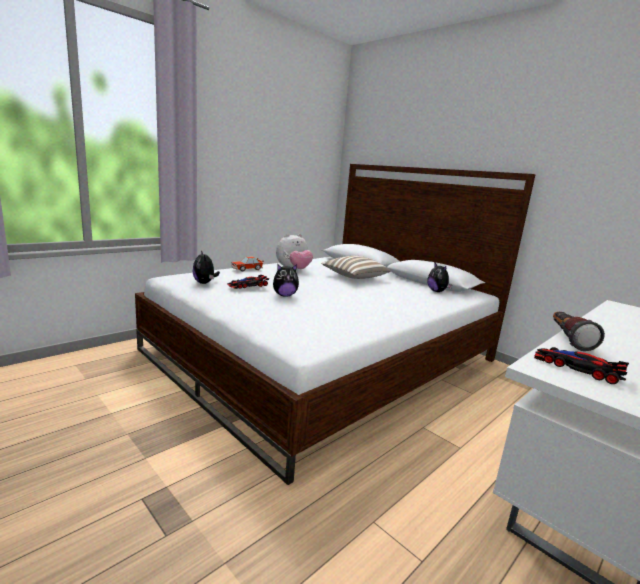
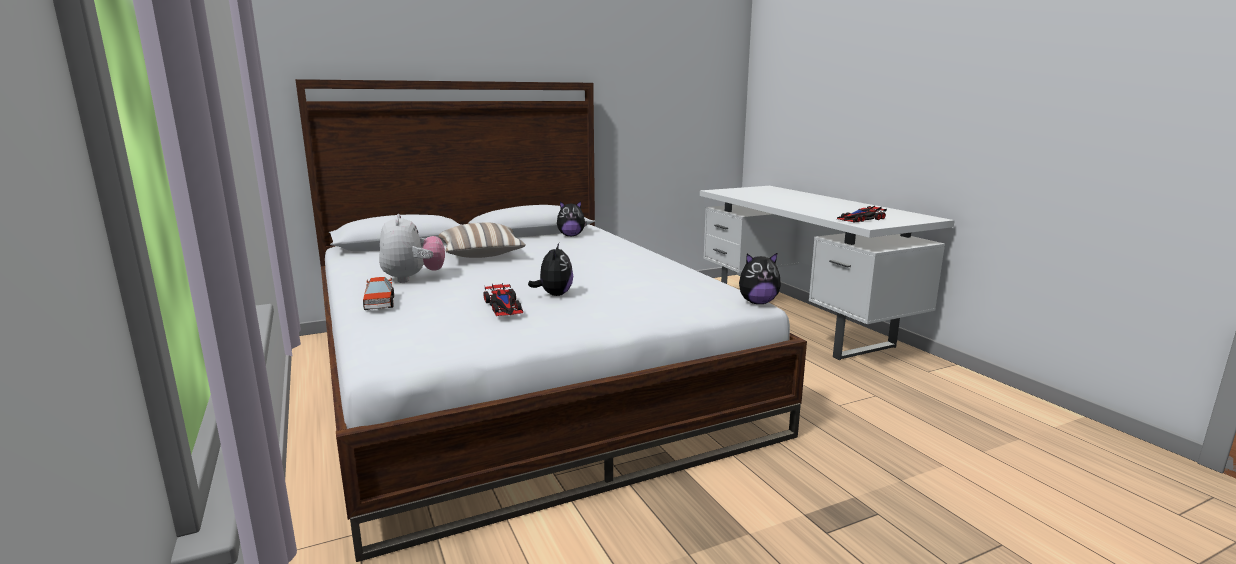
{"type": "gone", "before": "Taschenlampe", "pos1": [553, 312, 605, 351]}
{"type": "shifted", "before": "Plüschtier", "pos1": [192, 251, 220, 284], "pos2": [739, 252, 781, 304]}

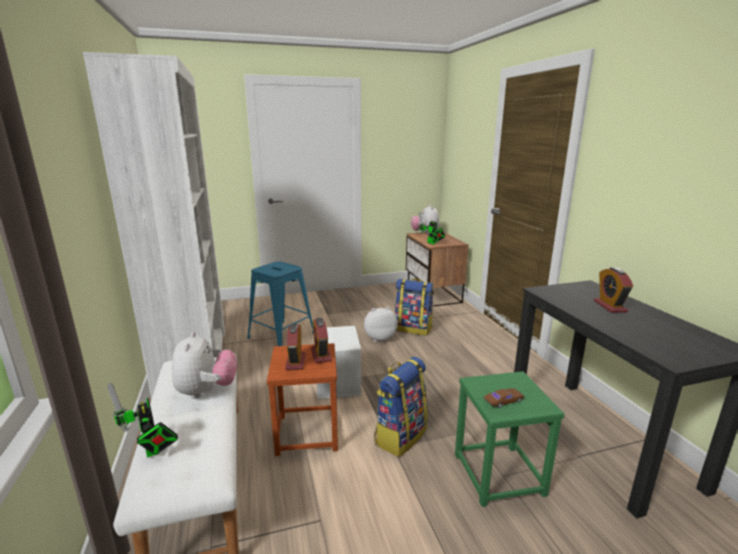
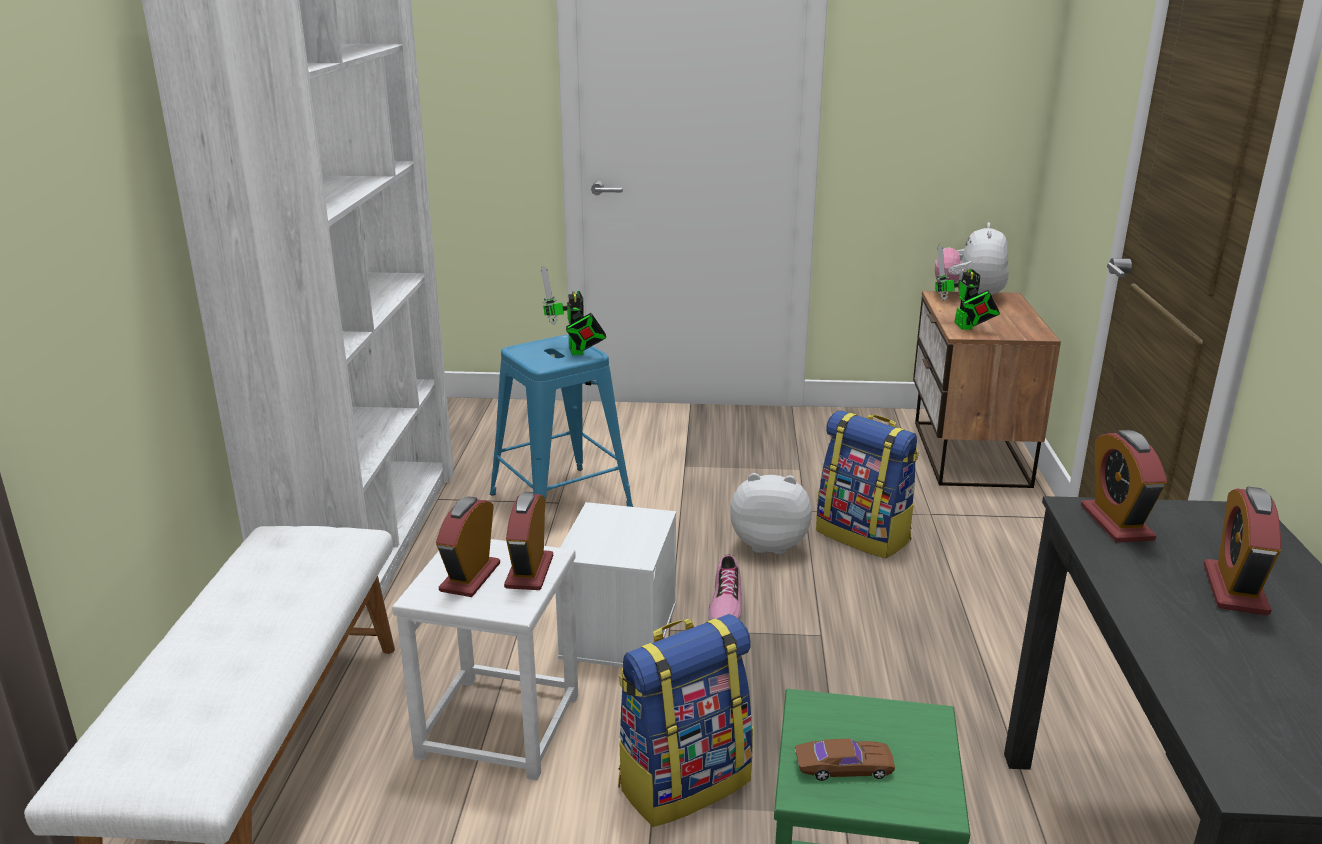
{"type": "gone", "before": "Plüschtier", "pos1": [172, 332, 237, 399]}
{"type": "new", "after": "Schuh", "pos2": [708, 554, 742, 620]}
{"type": "new", "after": "Wecker", "pos2": [1081, 430, 1167, 542]}
{"type": "shifted", "before": "Spielzeugroboter", "pos1": [107, 383, 178, 458], "pos2": [541, 265, 606, 355]}
{"type": "repainted", "before": "Hocker/braun", "after": "Hocker/weiß", "pos1": [267, 343, 338, 456], "pos2": [392, 539, 578, 781]}

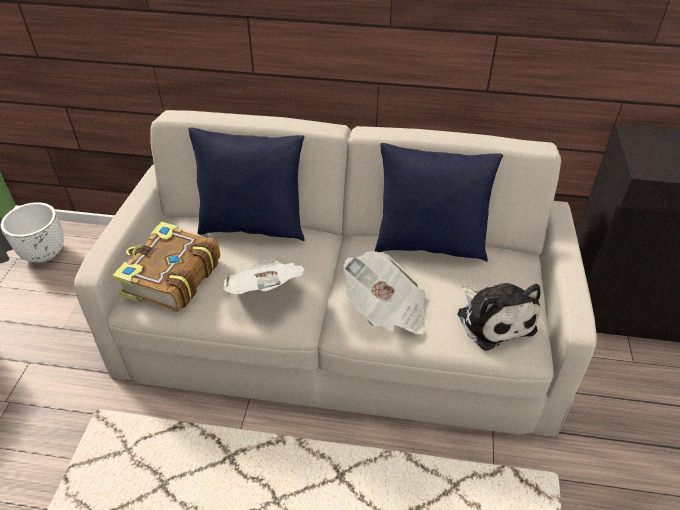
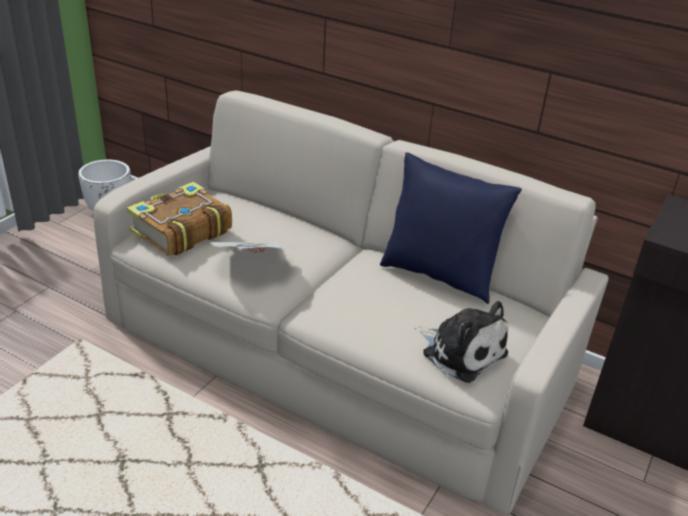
{"type": "gone", "before": "Kissen/blau", "pos1": [188, 127, 304, 241]}
{"type": "gone", "before": "Zeitung", "pos1": [343, 251, 425, 335]}
{"type": "rotated", "before": "Plüschtier", "pos1": [458, 283, 540, 351], "pos2": [414, 301, 508, 383], "turn": -45}

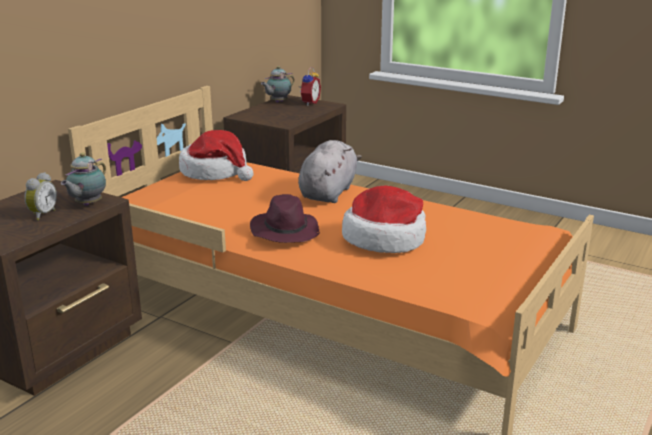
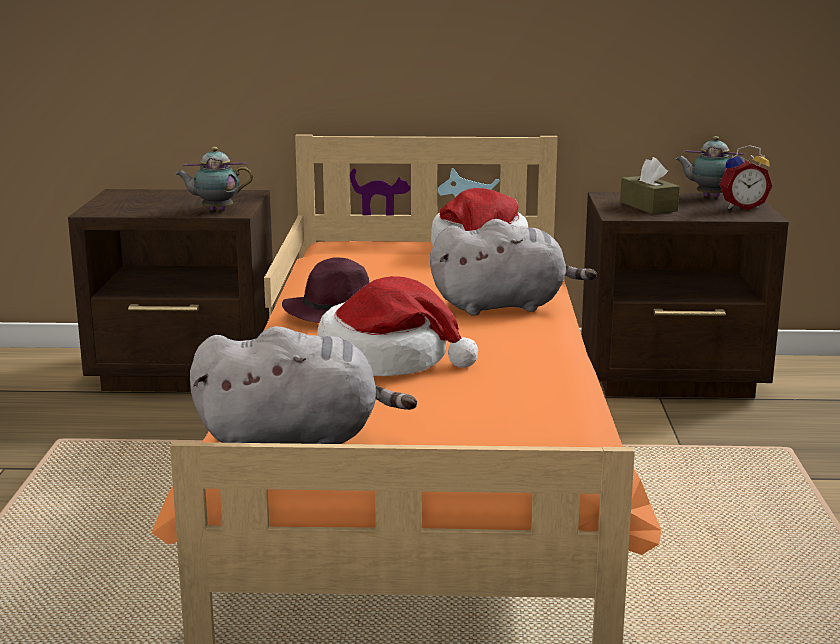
{"type": "gone", "before": "Wecker", "pos1": [24, 172, 57, 220]}
{"type": "new", "after": "Plüschtier/grau", "pos2": [190, 326, 417, 444]}
{"type": "new", "after": "Taschentuchbox/braun", "pos2": [620, 157, 680, 214]}

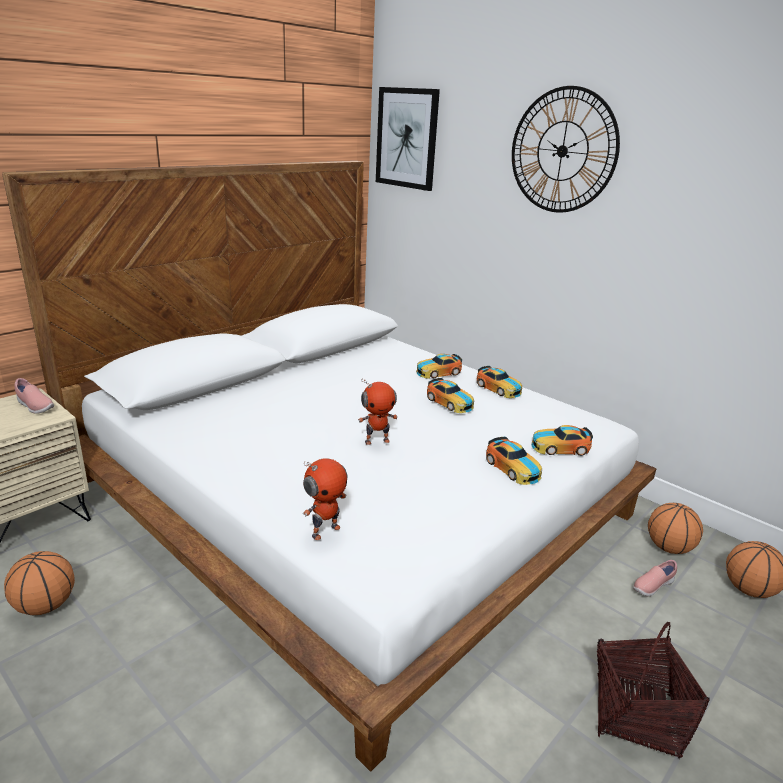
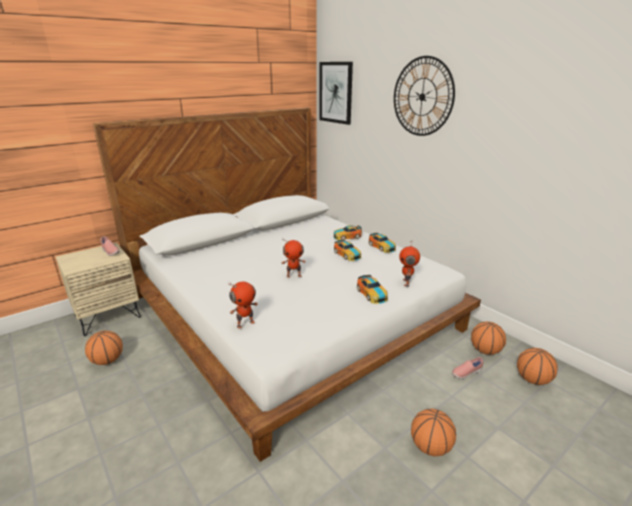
{"type": "swapped", "before": "Spielzeugauto", "after": "Spielzeugroboter", "pos1": [531, 425, 593, 456], "pos2": [399, 240, 420, 287]}
{"type": "swapped", "before": "Korb", "after": "Basketball", "pos1": [597, 622, 710, 759], "pos2": [411, 408, 456, 457]}

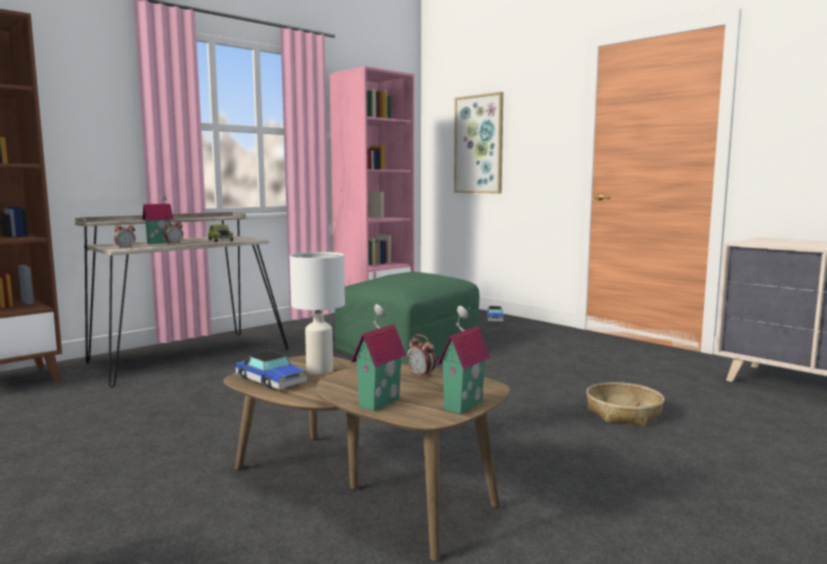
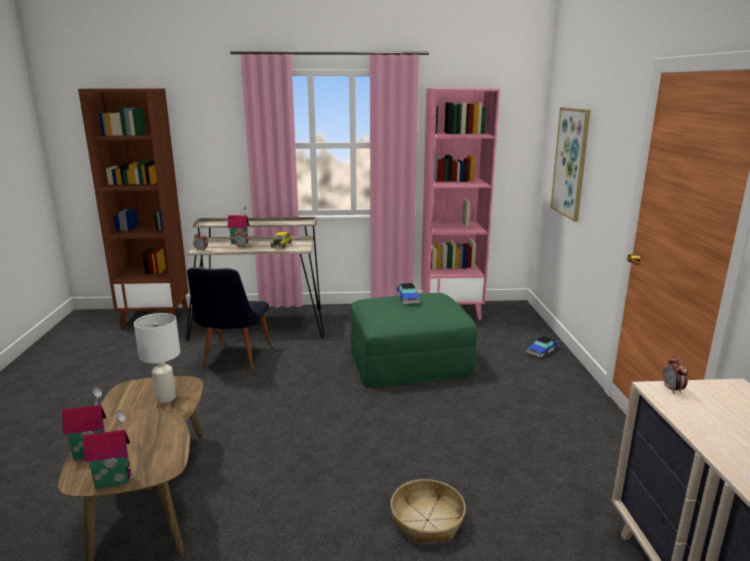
{"type": "new", "after": "Stuhl/schwarz", "pos2": [187, 267, 271, 370]}
{"type": "shifted", "before": "Spielzeugauto", "pos1": [236, 351, 307, 389], "pos2": [397, 283, 420, 304]}
{"type": "shifted", "before": "Wecker", "pos1": [407, 334, 436, 379], "pos2": [663, 356, 688, 394]}

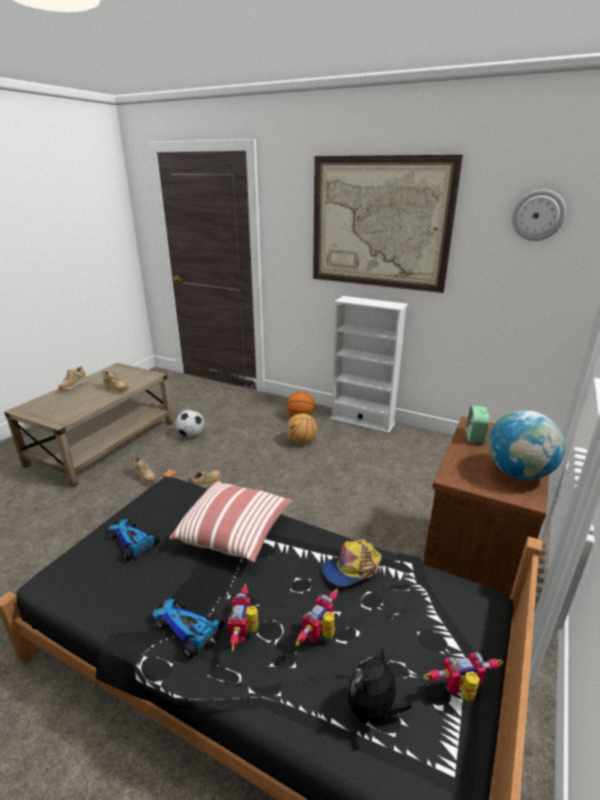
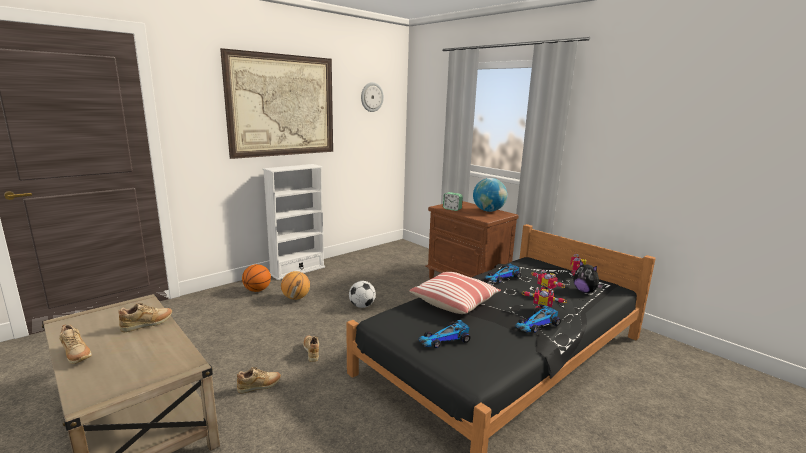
{"type": "shifted", "before": "Fußball", "pos1": [176, 410, 204, 437], "pos2": [349, 281, 376, 308]}
{"type": "swapped", "before": "Kappe", "after": "Spielzeugauto", "pos1": [322, 539, 382, 586], "pos2": [484, 263, 521, 283]}

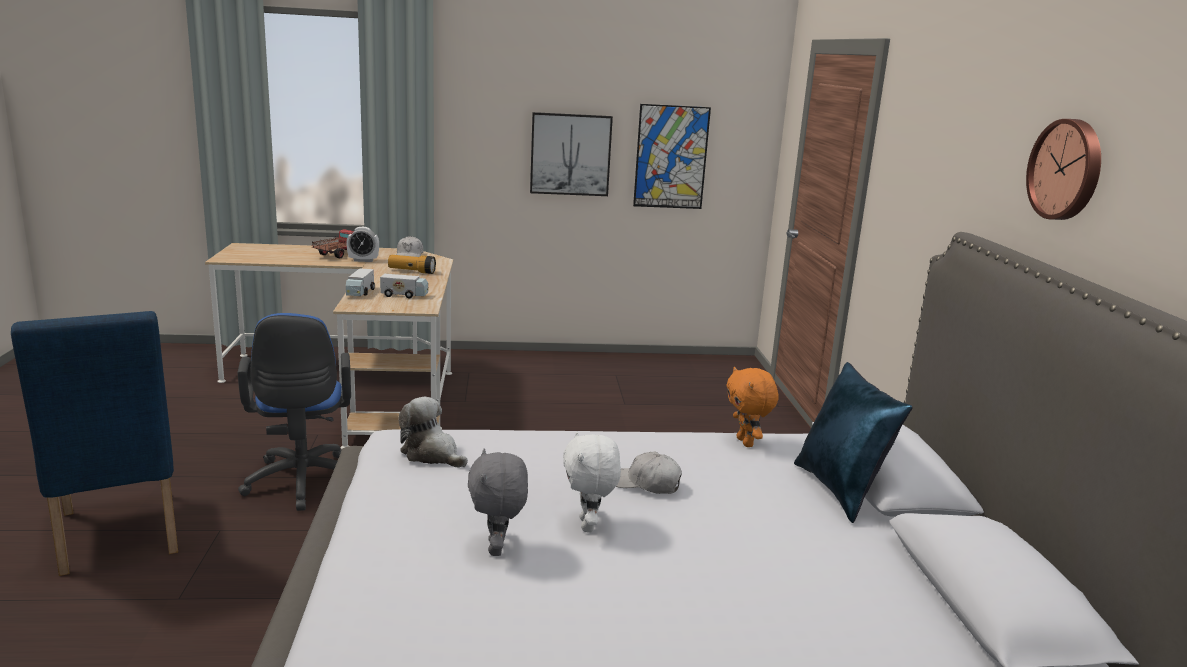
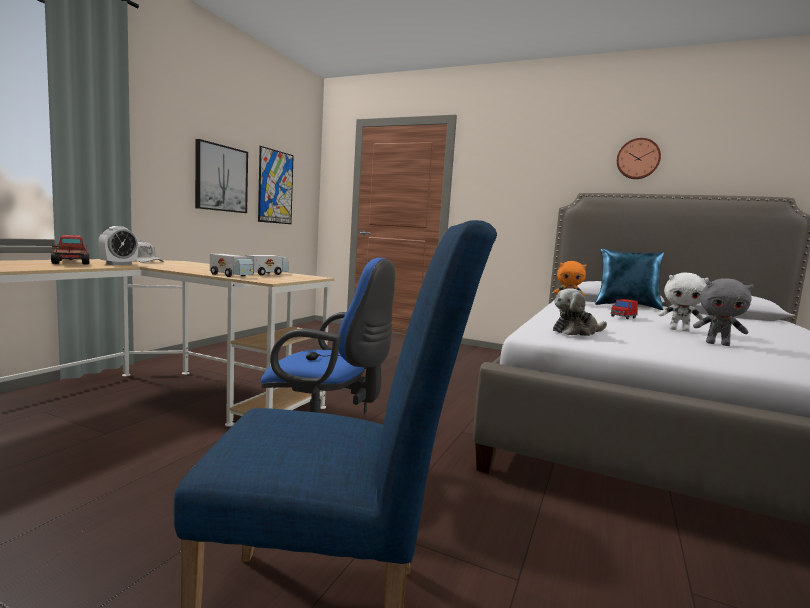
{"type": "gone", "before": "Taschenlampe", "pos1": [388, 255, 436, 274]}
{"type": "swapped", "before": "Kappe/weiß", "after": "Spielzeugauto/rot", "pos1": [616, 452, 682, 494], "pos2": [610, 299, 638, 319]}

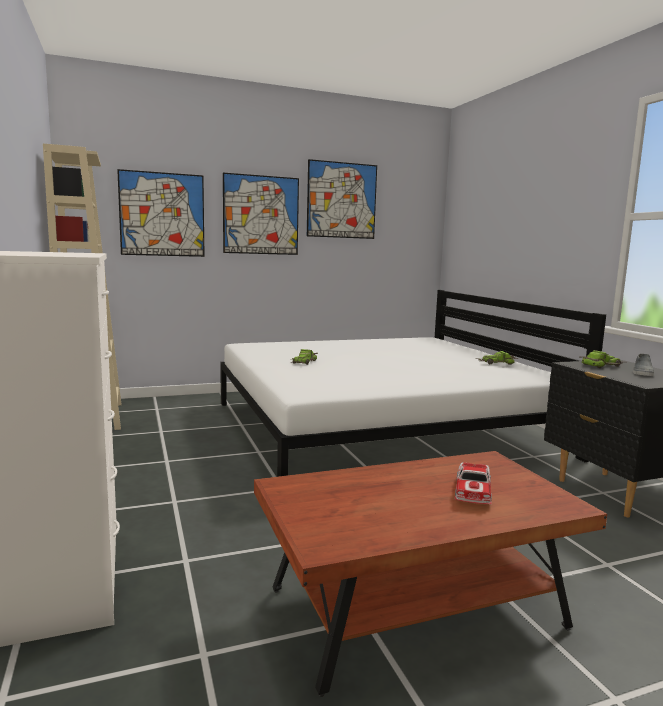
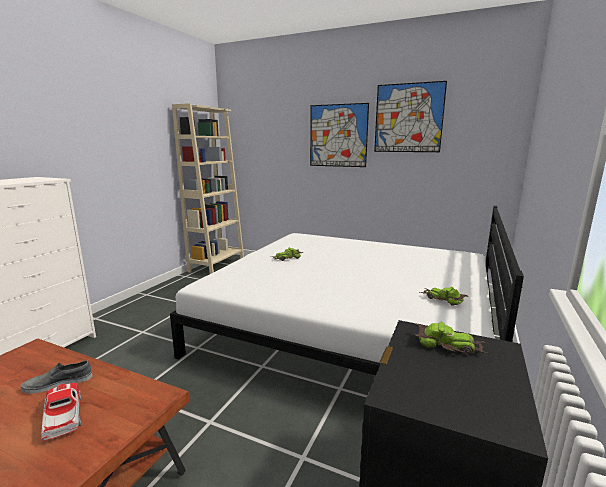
{"type": "gone", "before": "Bild", "pos1": [117, 169, 205, 257]}
{"type": "shifted", "before": "Schuh/grau", "pos1": [633, 354, 654, 376], "pos2": [20, 360, 92, 393]}
{"type": "rotated", "before": "Spielzeugauto", "pos1": [455, 462, 492, 504], "pos2": [41, 383, 81, 441], "turn": 90}

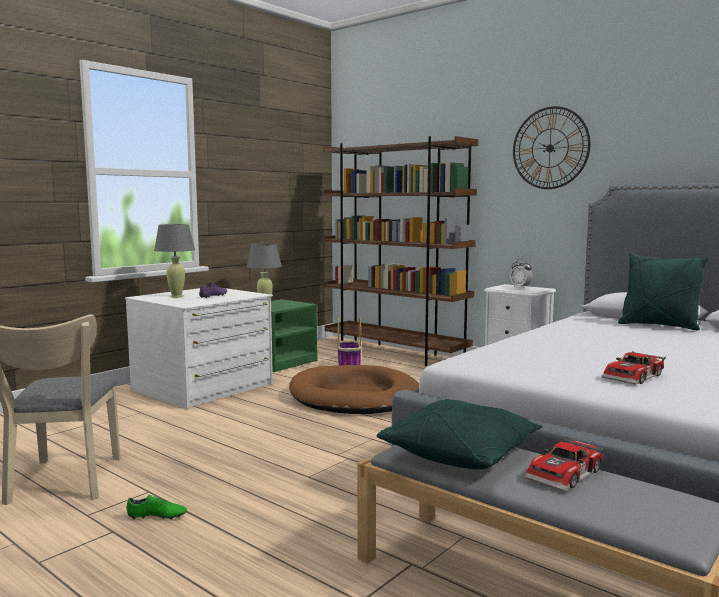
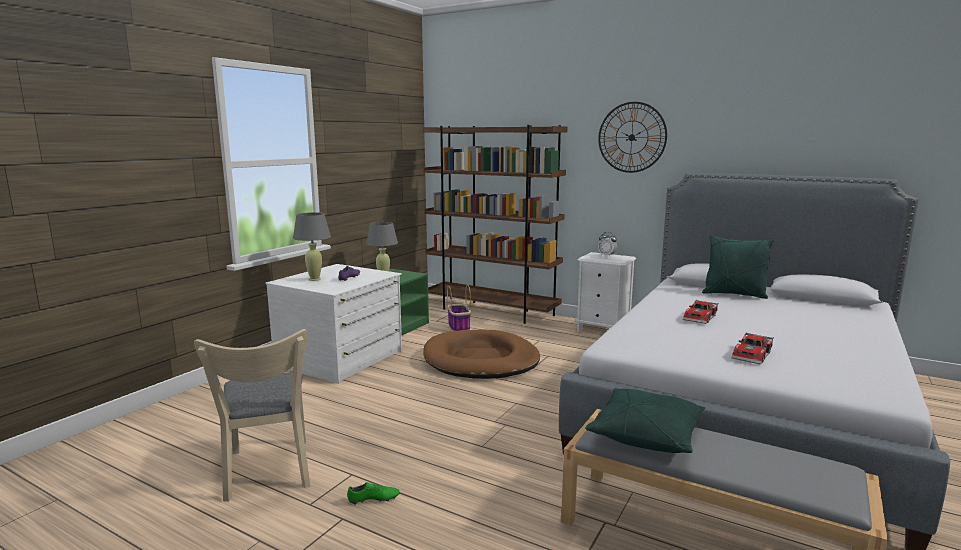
{"type": "shifted", "before": "Spielzeugauto", "pos1": [524, 436, 605, 492], "pos2": [683, 300, 718, 324]}

